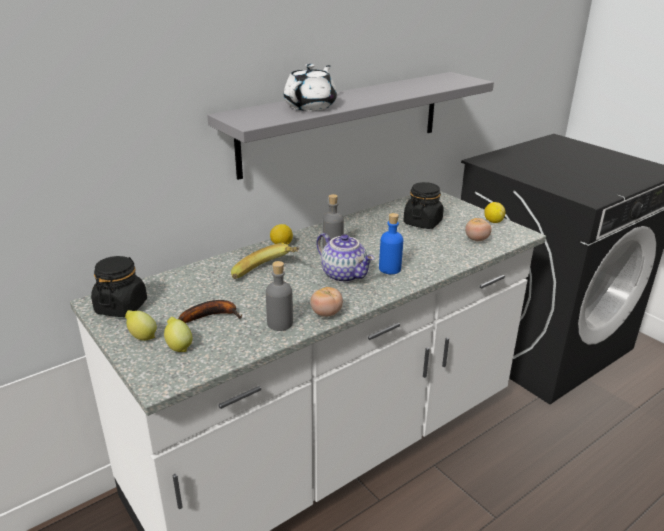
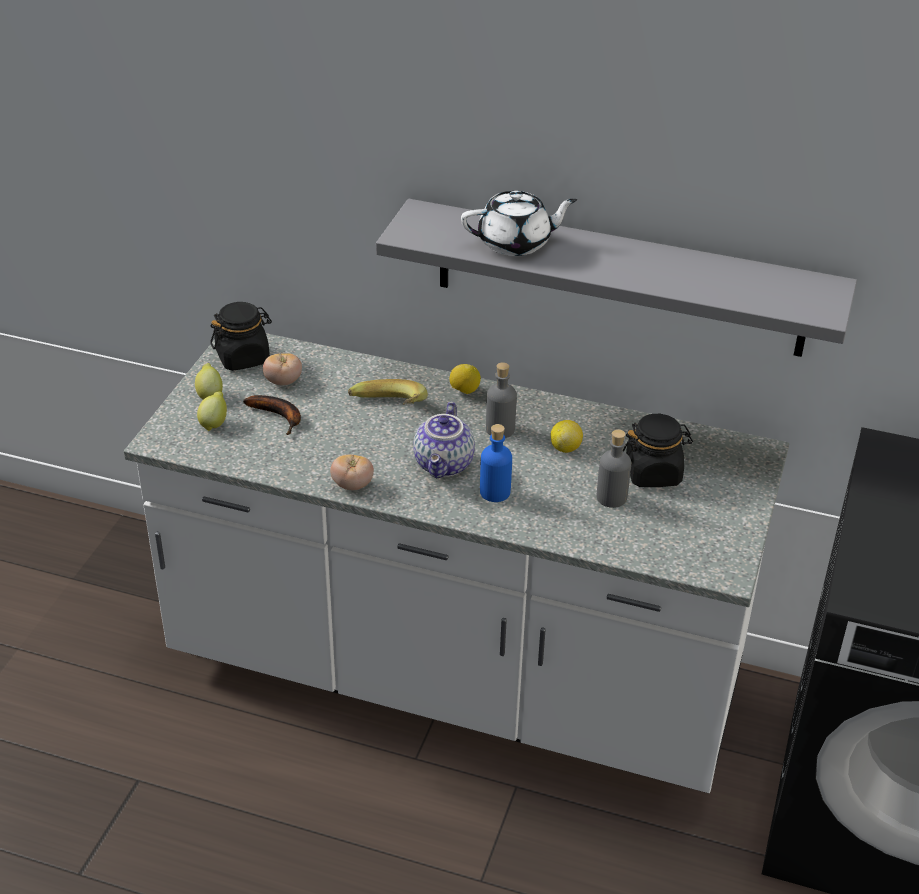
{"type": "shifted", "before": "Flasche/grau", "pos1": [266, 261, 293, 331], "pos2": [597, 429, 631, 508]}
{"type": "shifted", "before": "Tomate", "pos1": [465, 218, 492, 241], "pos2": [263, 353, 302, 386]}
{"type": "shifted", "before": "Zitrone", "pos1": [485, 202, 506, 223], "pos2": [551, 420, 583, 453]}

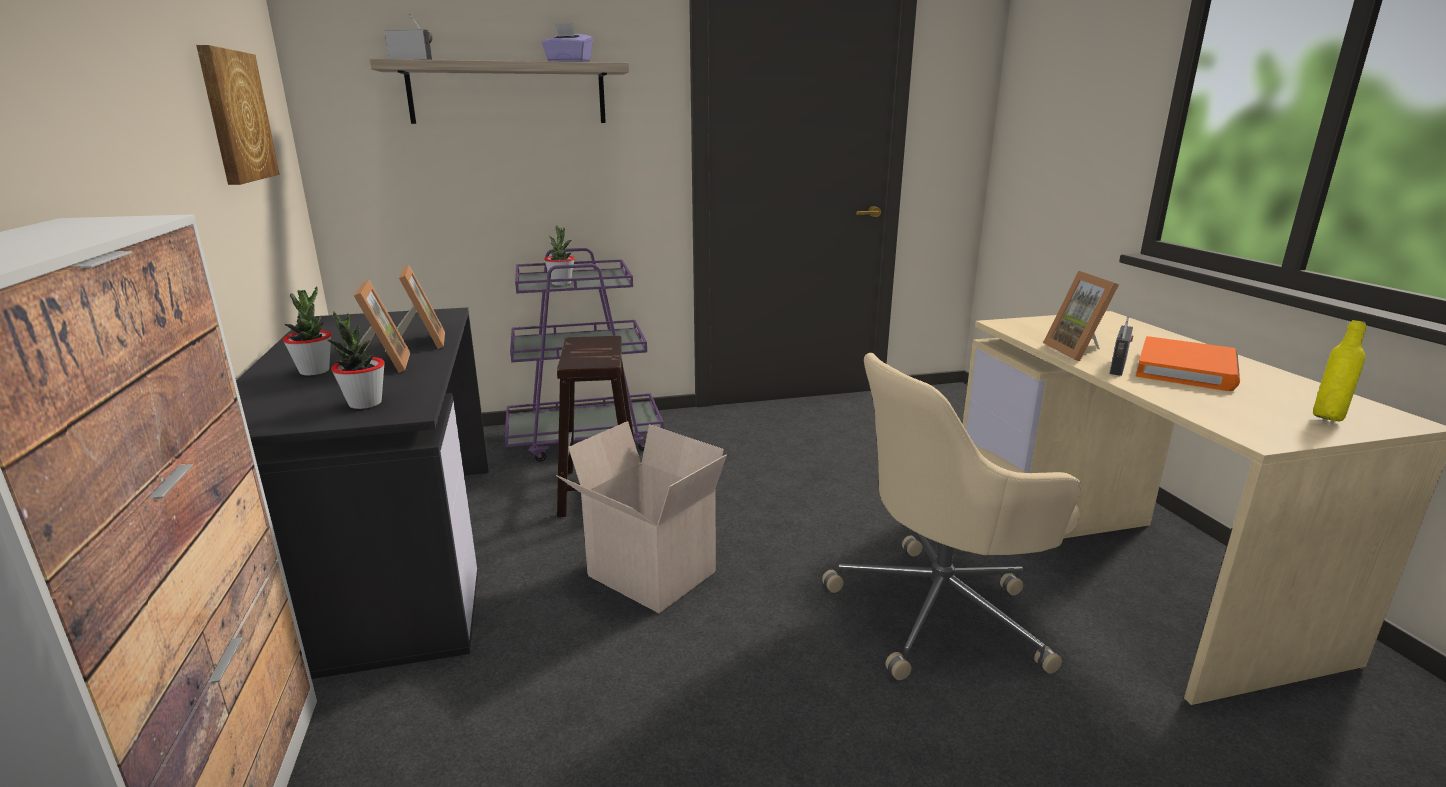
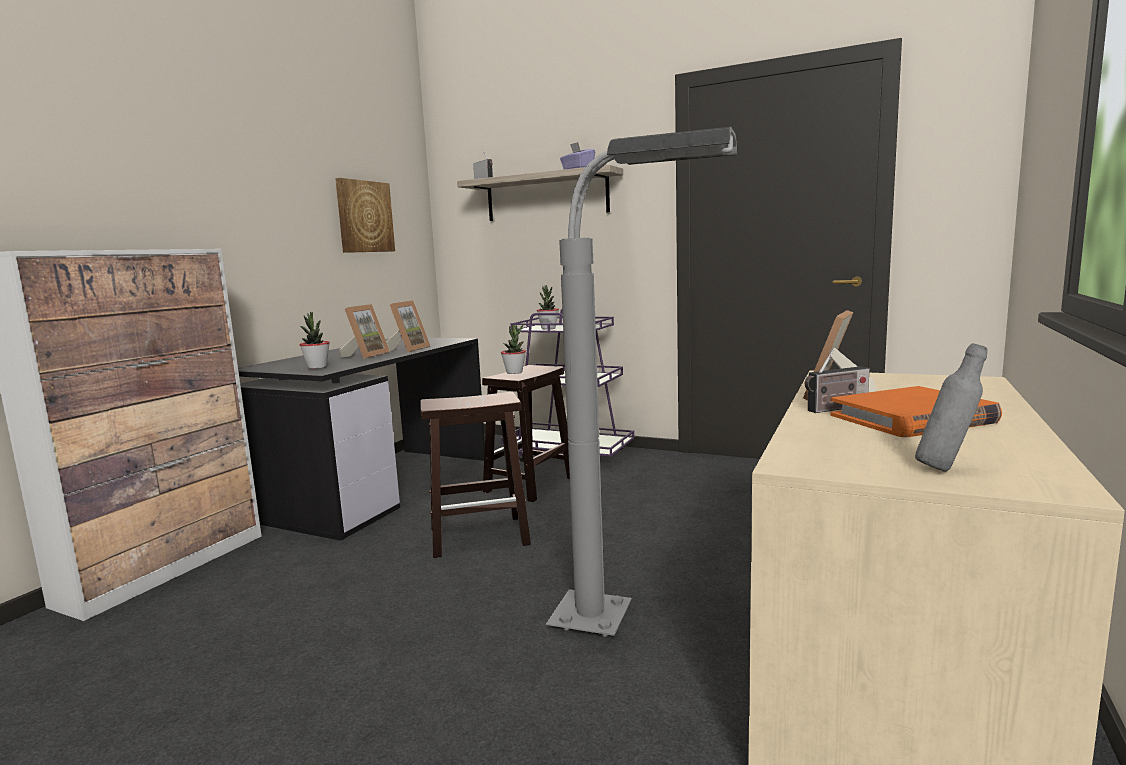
{"type": "shifted", "before": "Topfpflanze", "pos1": [283, 286, 331, 376], "pos2": [501, 324, 526, 374]}
{"type": "swapped", "before": "Karton", "after": "Hocker/braun", "pos1": [556, 421, 727, 613], "pos2": [420, 392, 531, 558]}
{"type": "swapped", "before": "Bürostuhl/beige", "after": "Stehlampe/grau", "pos1": [822, 353, 1081, 680], "pos2": [546, 127, 737, 637]}
{"type": "repainted", "before": "Flasche/gelb", "after": "Flasche/grau", "pos1": [1313, 320, 1366, 421], "pos2": [915, 343, 987, 472]}

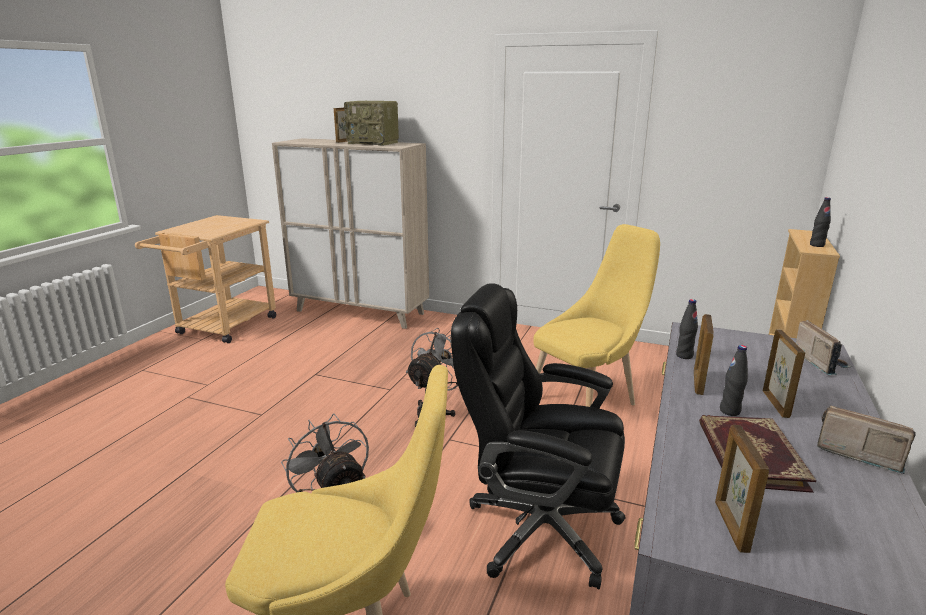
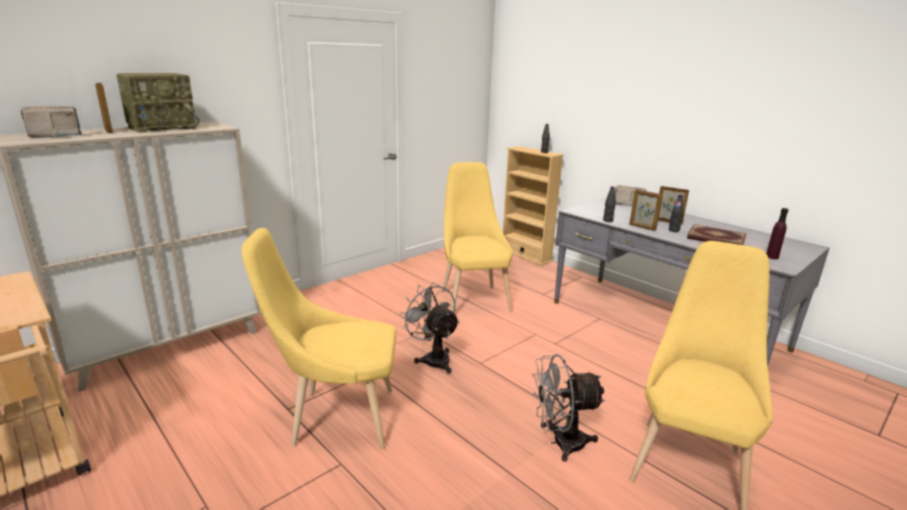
{"type": "gone", "before": "Bürostuhl/schwarz", "pos1": [451, 283, 626, 589]}
{"type": "new", "after": "Stuhl/gelb", "pos2": [242, 228, 396, 449]}
{"type": "shifted", "before": "Radio", "pos1": [817, 406, 916, 474], "pos2": [21, 106, 82, 138]}
{"type": "swapped", "before": "Bilderrahmen", "after": "Flasche/lila", "pos1": [715, 425, 769, 553], "pos2": [766, 208, 788, 259]}

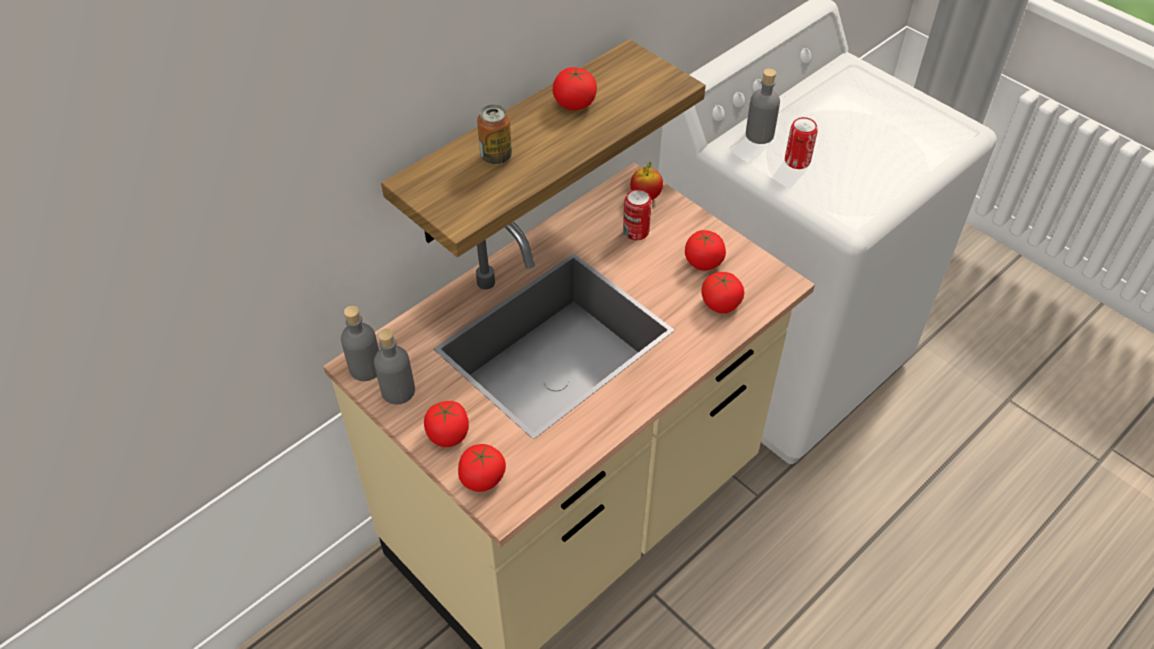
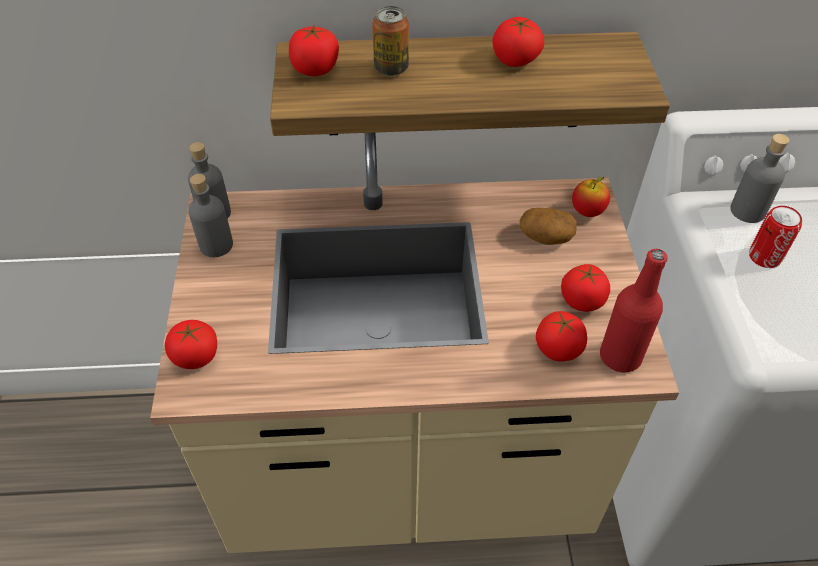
{"type": "new", "after": "Flasche/rot", "pos2": [600, 249, 667, 373]}
{"type": "shifted", "before": "Tomate", "pos1": [424, 401, 469, 447], "pos2": [289, 24, 339, 76]}
{"type": "swapped", "before": "Dose", "after": "Kartoffel", "pos1": [623, 189, 652, 240], "pos2": [520, 208, 577, 245]}

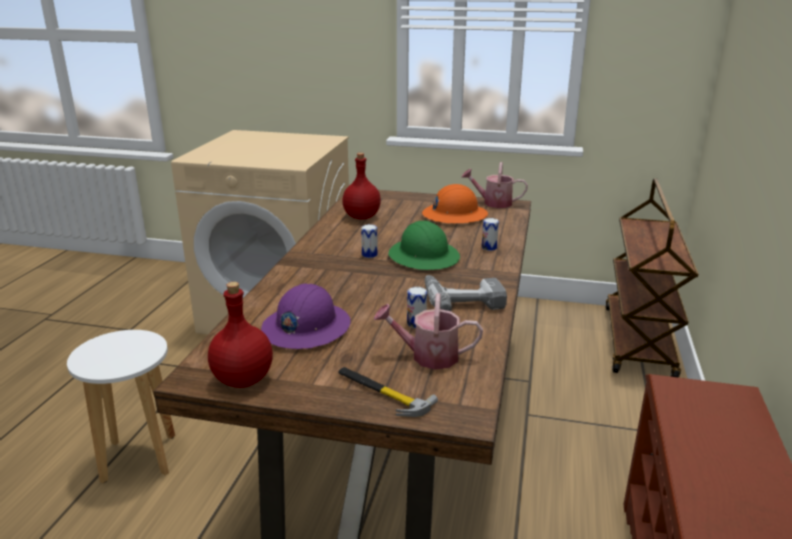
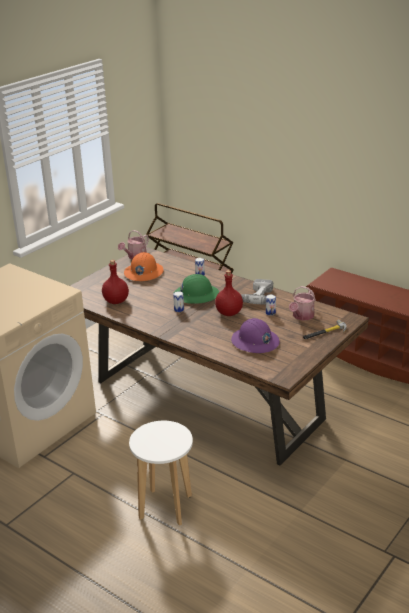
{"type": "shifted", "before": "Flasche/rot", "pos1": [208, 282, 273, 388], "pos2": [215, 270, 243, 316]}

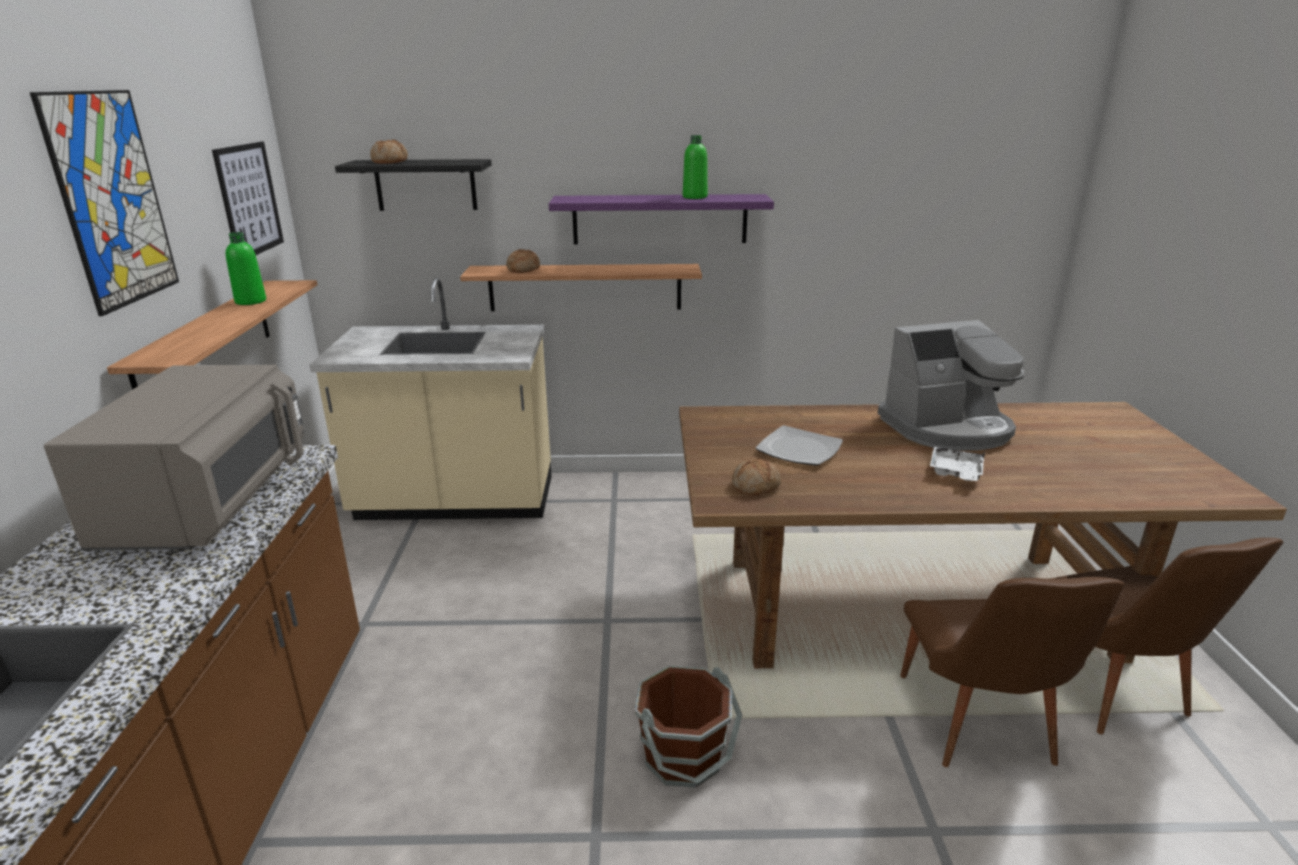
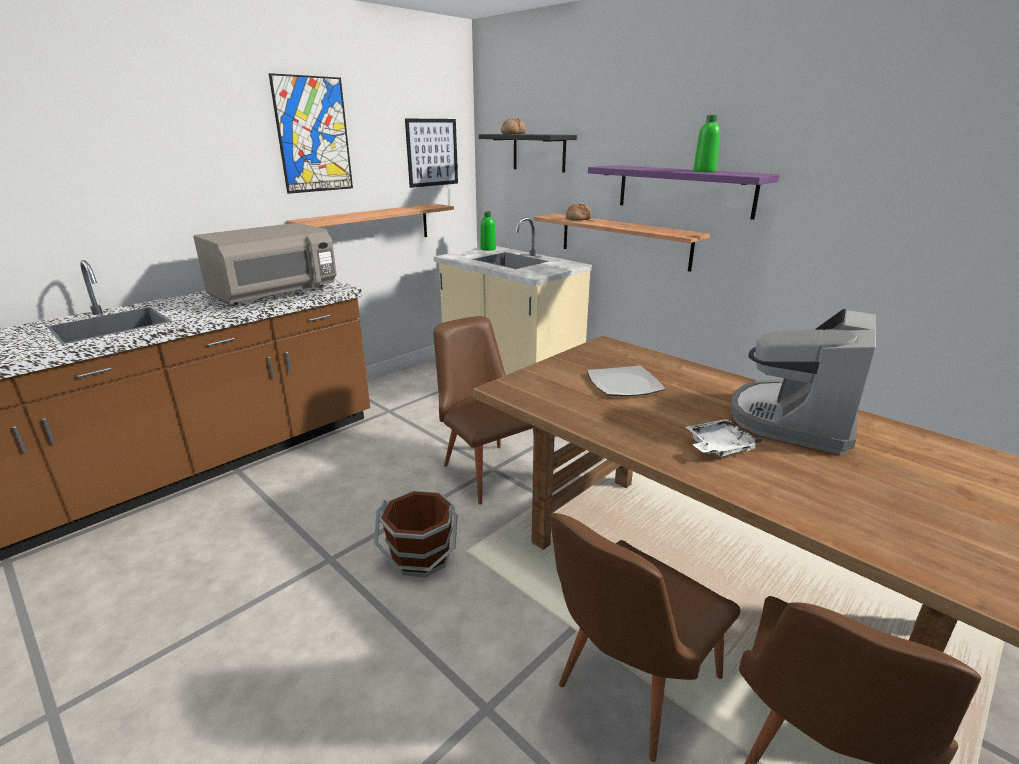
{"type": "gone", "before": "Brot", "pos1": [732, 459, 781, 496]}
{"type": "new", "after": "Stuhl/braun", "pos2": [433, 316, 534, 505]}
{"type": "shifted", "before": "Flasche/grün", "pos1": [226, 232, 266, 305], "pos2": [480, 212, 496, 251]}
{"type": "rotated", "before": "Kaffeemaschine", "pos1": [878, 320, 1024, 451], "pos2": [730, 308, 876, 454], "turn": 90}

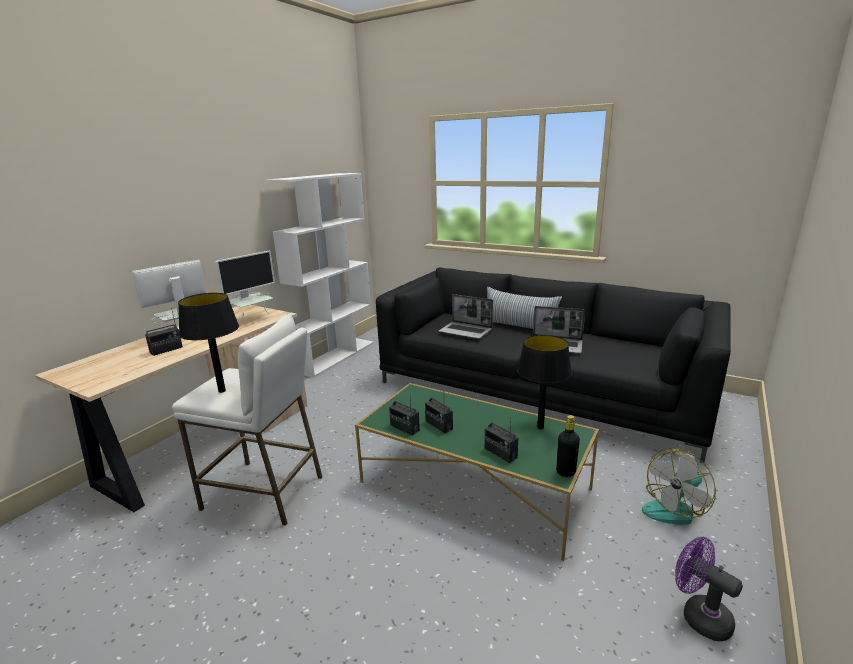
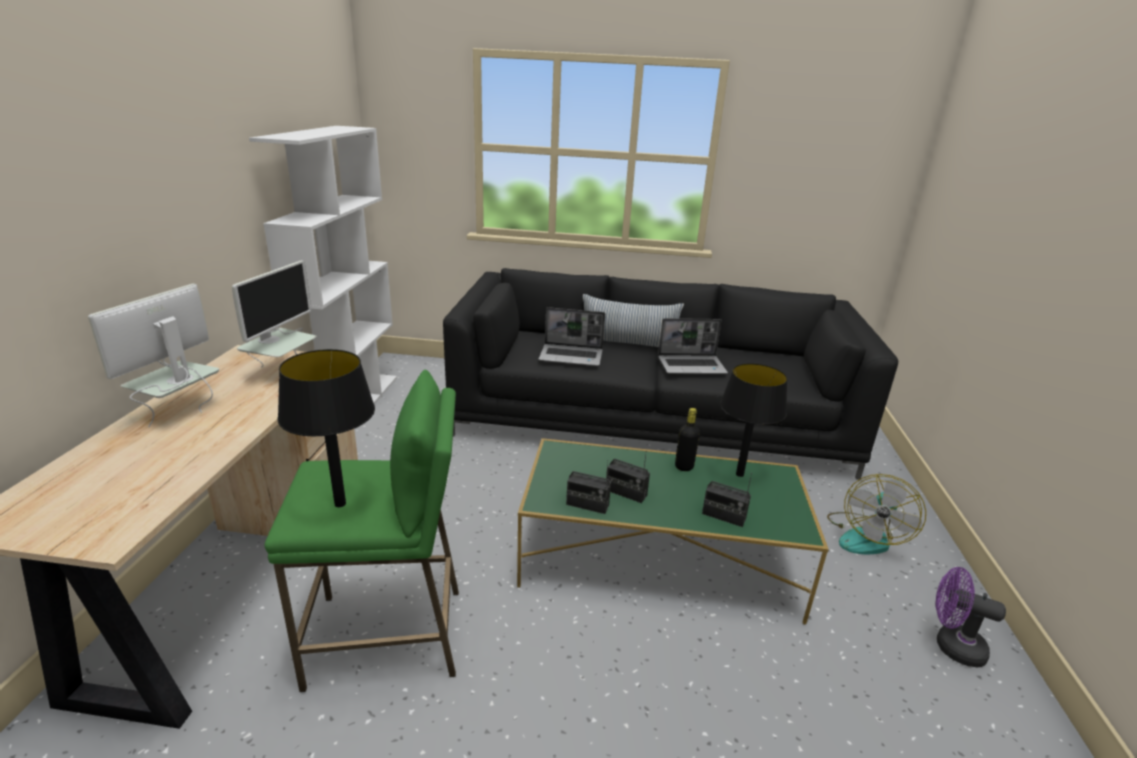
{"type": "gone", "before": "Radio", "pos1": [145, 308, 183, 356]}
{"type": "shifted", "before": "Flasche/schwarz", "pos1": [556, 415, 580, 477], "pos2": [675, 408, 700, 471]}
{"type": "repainted", "before": "Hocker/weiß", "after": "Hocker/grün", "pos1": [172, 314, 322, 526], "pos2": [265, 369, 459, 692]}

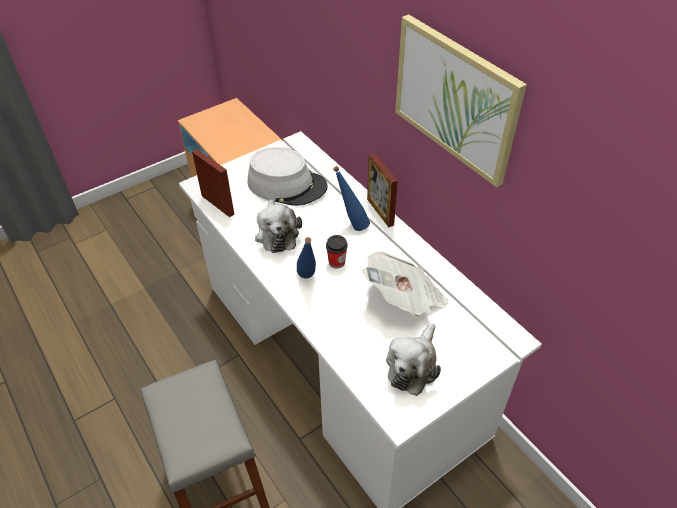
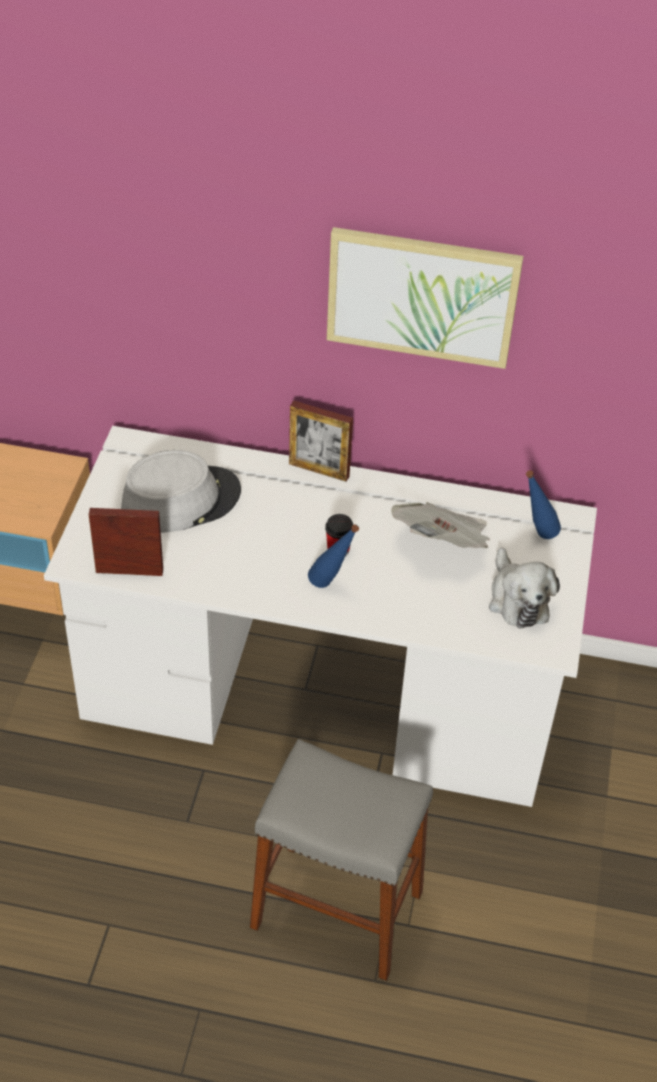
{"type": "gone", "before": "Plüschtier", "pos1": [255, 199, 302, 253]}
{"type": "shifted", "before": "Flasche/blau", "pos1": [333, 166, 370, 231], "pos2": [526, 471, 561, 539]}

